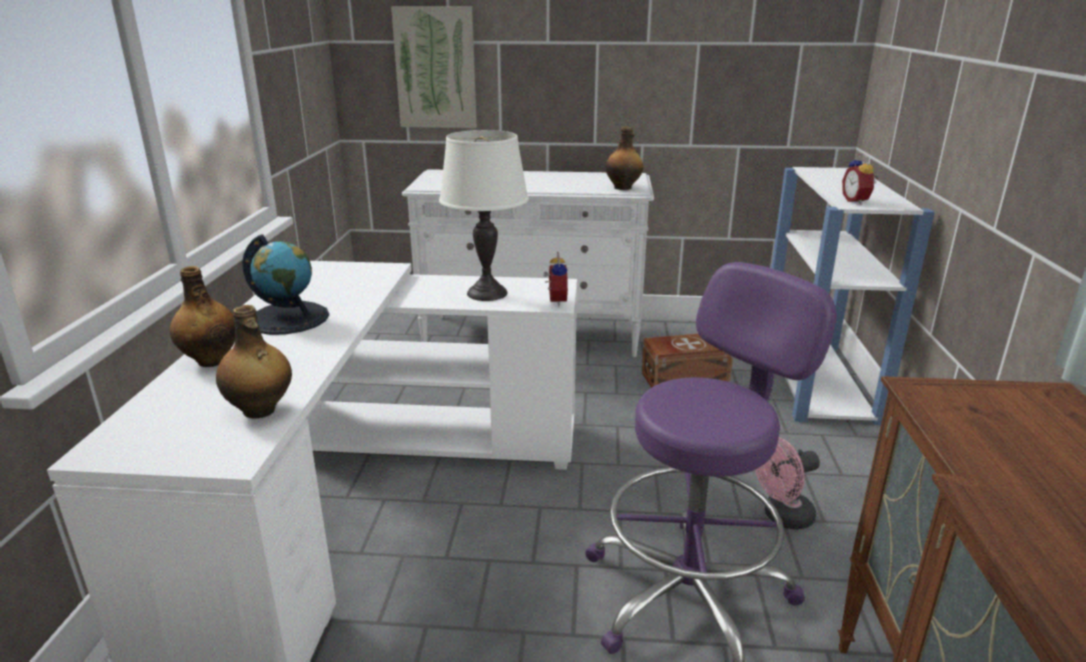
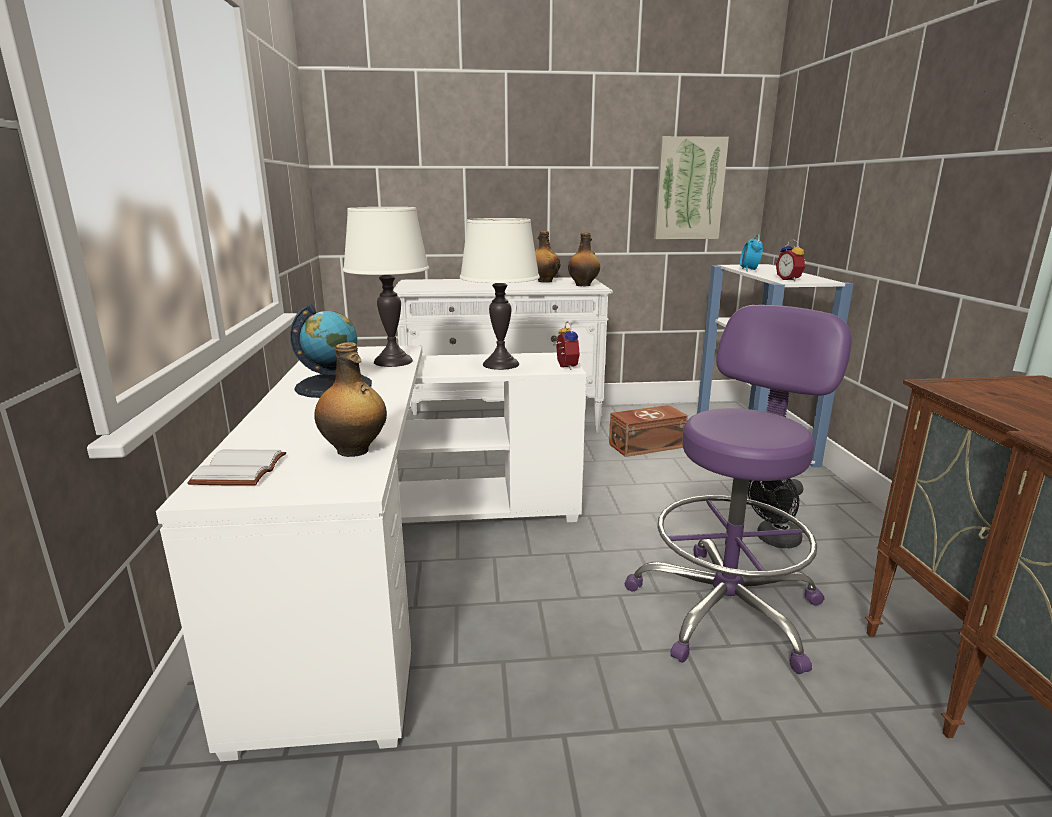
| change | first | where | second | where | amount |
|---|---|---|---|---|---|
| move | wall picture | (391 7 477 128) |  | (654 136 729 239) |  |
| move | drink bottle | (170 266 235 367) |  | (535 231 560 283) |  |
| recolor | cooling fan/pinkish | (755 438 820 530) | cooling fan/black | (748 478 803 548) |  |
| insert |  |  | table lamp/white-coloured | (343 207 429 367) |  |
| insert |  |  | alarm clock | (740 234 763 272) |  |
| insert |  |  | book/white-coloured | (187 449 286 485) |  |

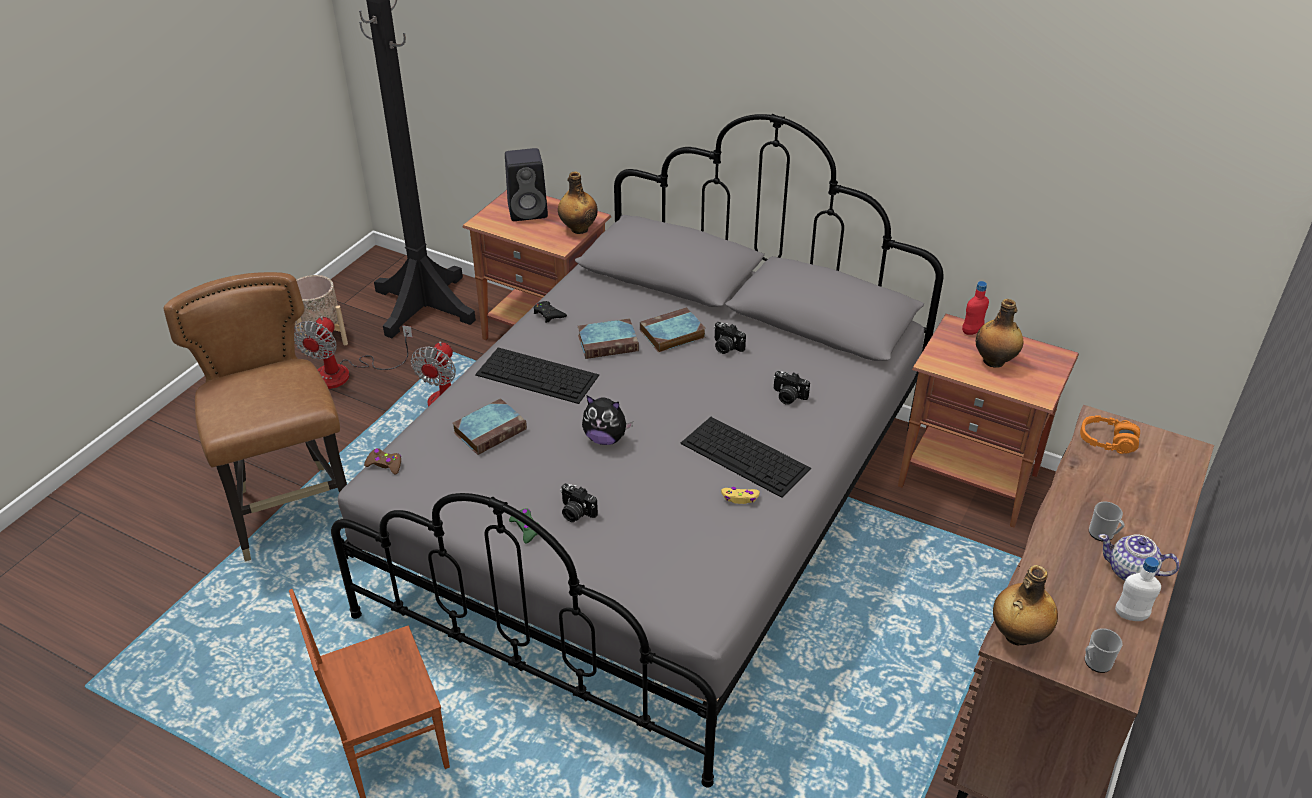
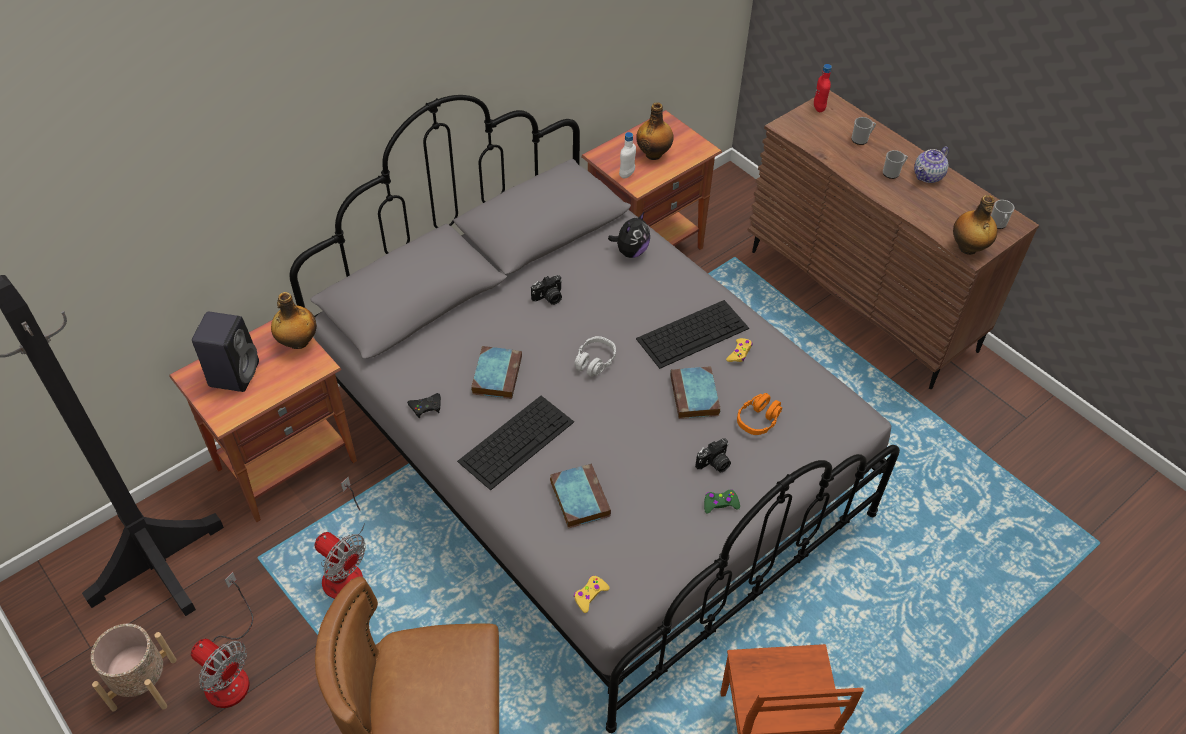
| change | first | where | second | where | amount |
|---|---|---|---|---|---|
| move | drink bottle/red | (962 281 989 335) |  | (814 64 832 112) |  |
| move | book | (640 307 706 353) |  | (670 366 720 419) |  |
| delete | still camera | (773 371 810 405) |  |  |  |
| move | soft toy | (582 396 633 445) |  | (608 212 650 258) |  |
| move | pair of headphones/orange-coloured | (1080 415 1140 454) |  | (737 393 782 435) |  |
| recolor | joypad/brownish | (364 448 402 474) | joypad/yellowish | (574 575 609 613) |  |
| move | drink bottle/white-coloured | (1115 557 1161 621) |  | (619 132 636 178) |  |
| insert |  |  | tea mug | (851 117 876 145) |  |
| insert |  |  | pair of headphones/gray | (574 336 616 377) |  |

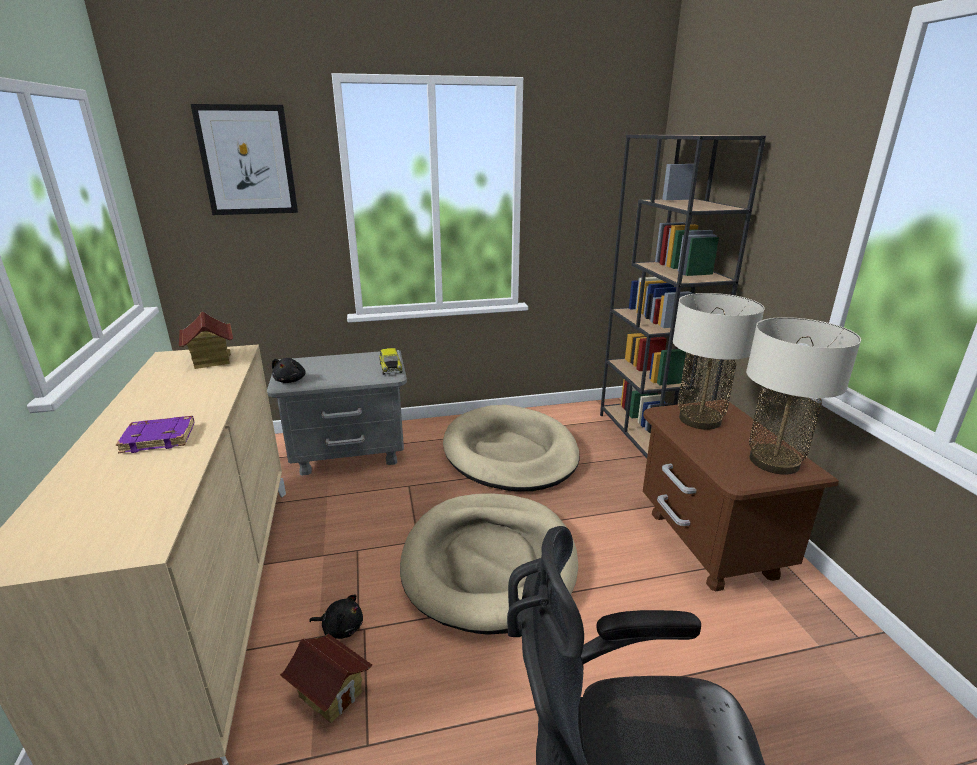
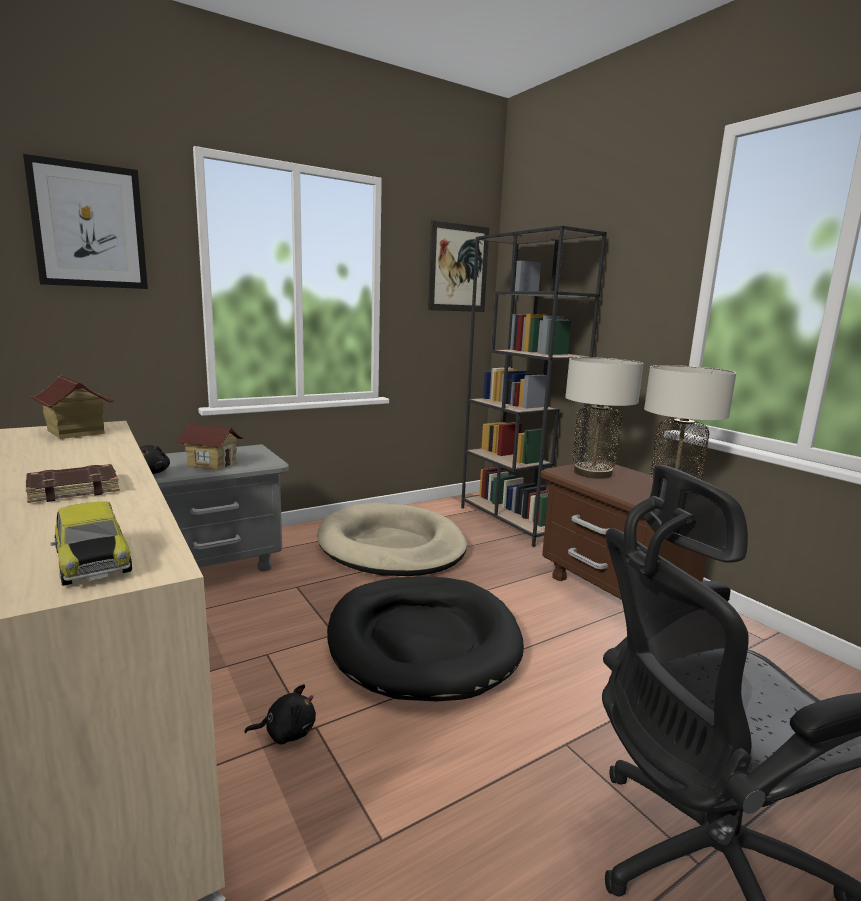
| change | first | where | second | where | amount |
|---|---|---|---|---|---|
| move | toy car | (379 348 402 375) |  | (50 501 132 586) |  |
| recolor | book/purple-coloured | (116 416 194 453) | book/brownish | (26 464 120 503) |  |
| recolor | dog bed/beige-coloured | (400 494 578 635) | dog bed/black | (327 576 524 701) |  |
| move | toy house | (280 634 372 723) |  | (177 423 245 470) |  |
| insert |  |  | wall picture | (428 220 490 312) |  |

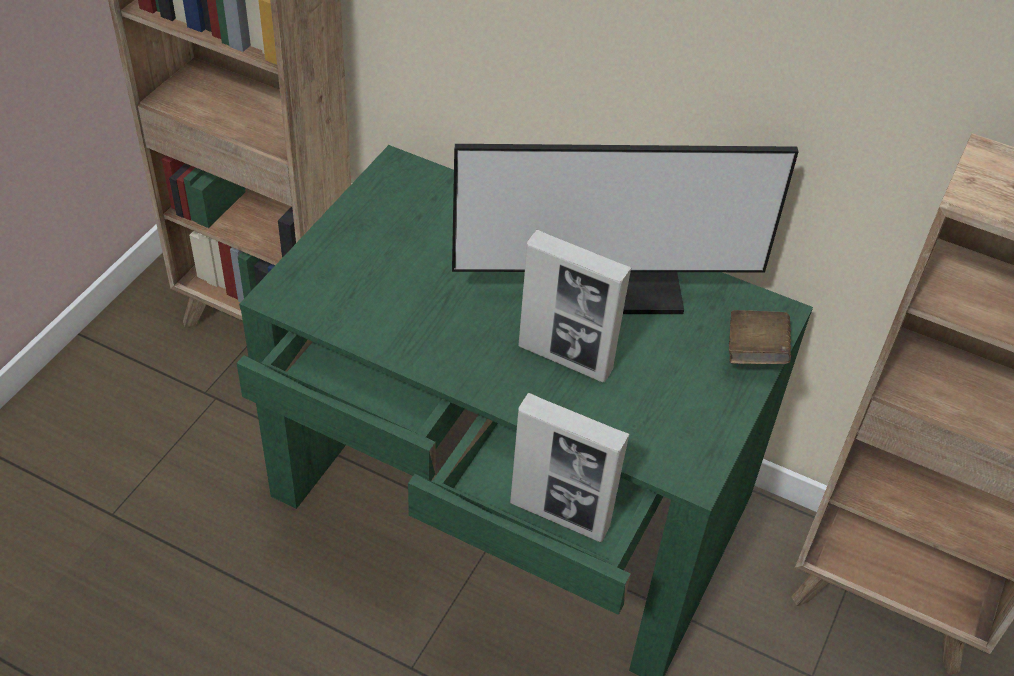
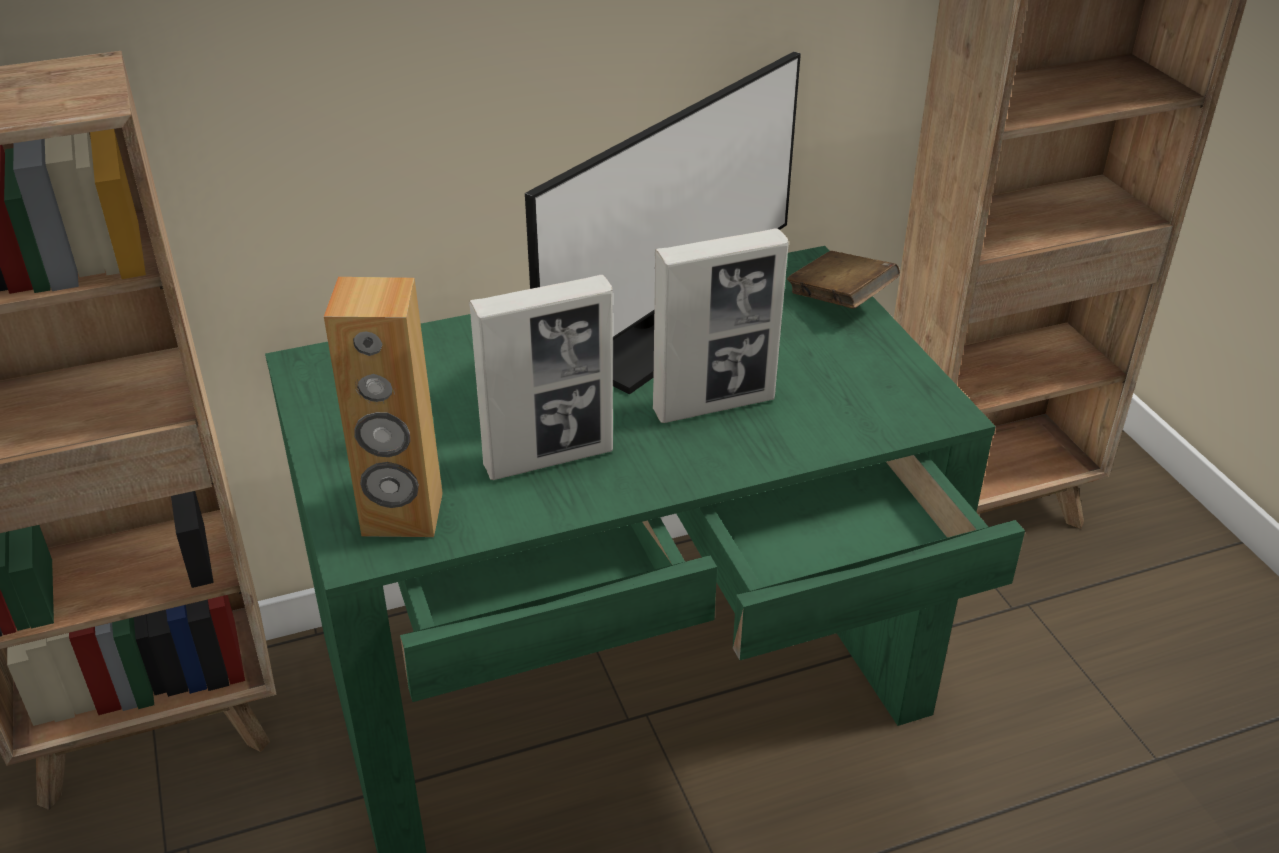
| change | first | where | second | where | amount |
|---|---|---|---|---|---|
| move | photo frame | (510 393 630 542) |  | (469 275 613 480) |  |
| insert |  |  | audio speaker/brownish | (324 277 443 537) |  |

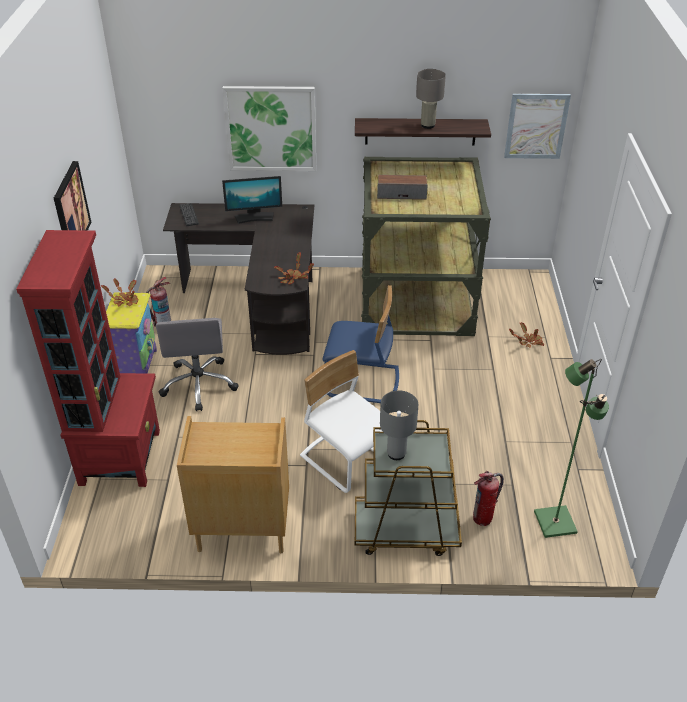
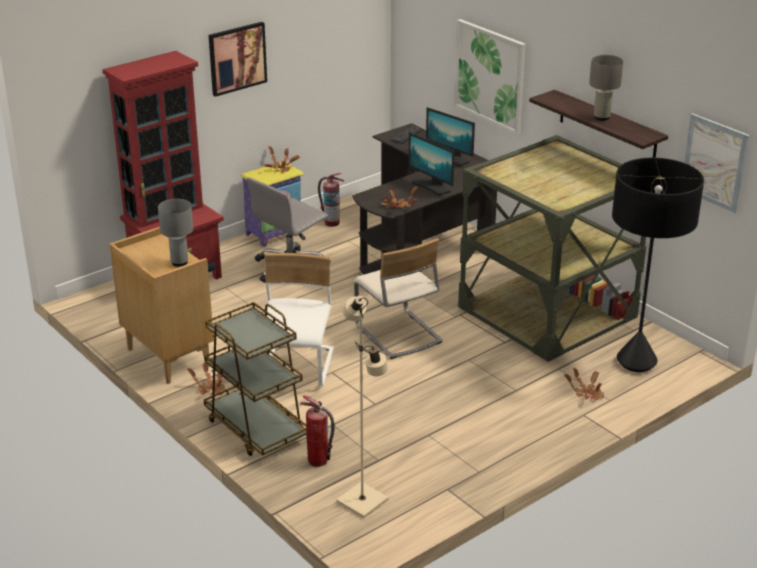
| change | first | where | second | where | amount |
|---|---|---|---|---|---|
| delete | audio speaker | (377 175 428 200) |  |  |  |
| recolor | chair/blue-coloured | (323 285 399 403) | chair/beige-coloured | (354 238 443 359) |  |
| recolor | standard lamp/green | (534 359 609 538) | standard lamp/beige-coloured | (336 296 388 518) |  |
| move | table lamp/gray | (380 390 418 460) |  | (158 199 193 267) |  |
| insert |  |  | monitor | (408 132 455 196) |  |
| insert |  |  | standard lamp/black | (612 158 704 372) |  |
| insert |  |  | potted plant | (187 363 226 394) |  |

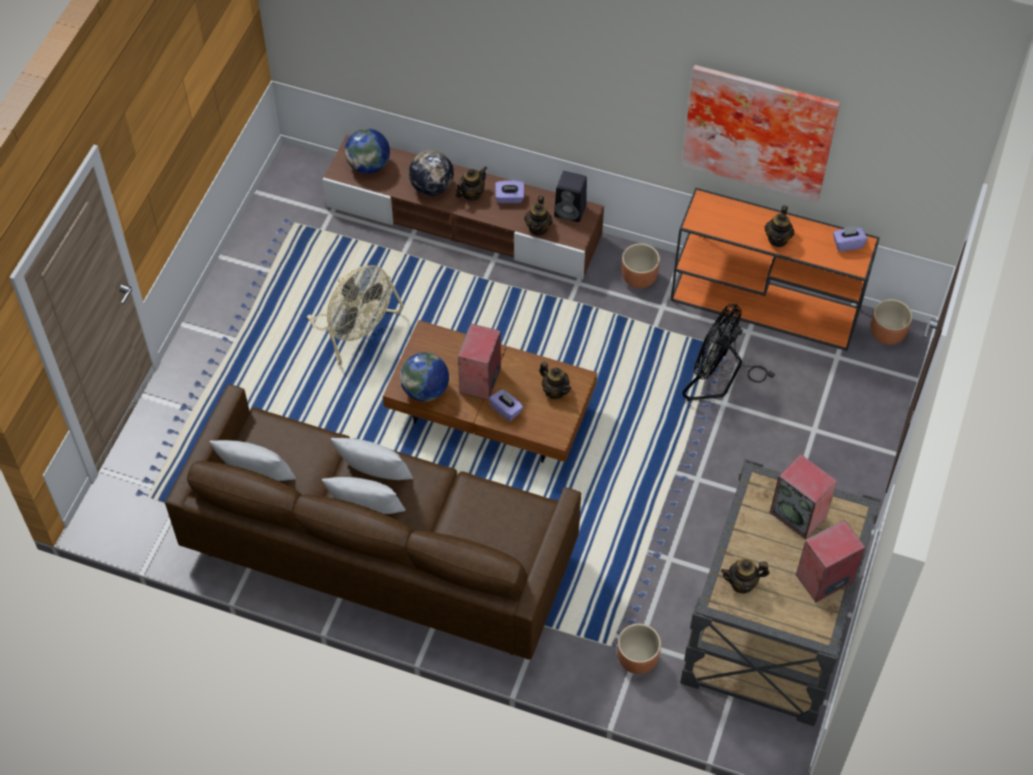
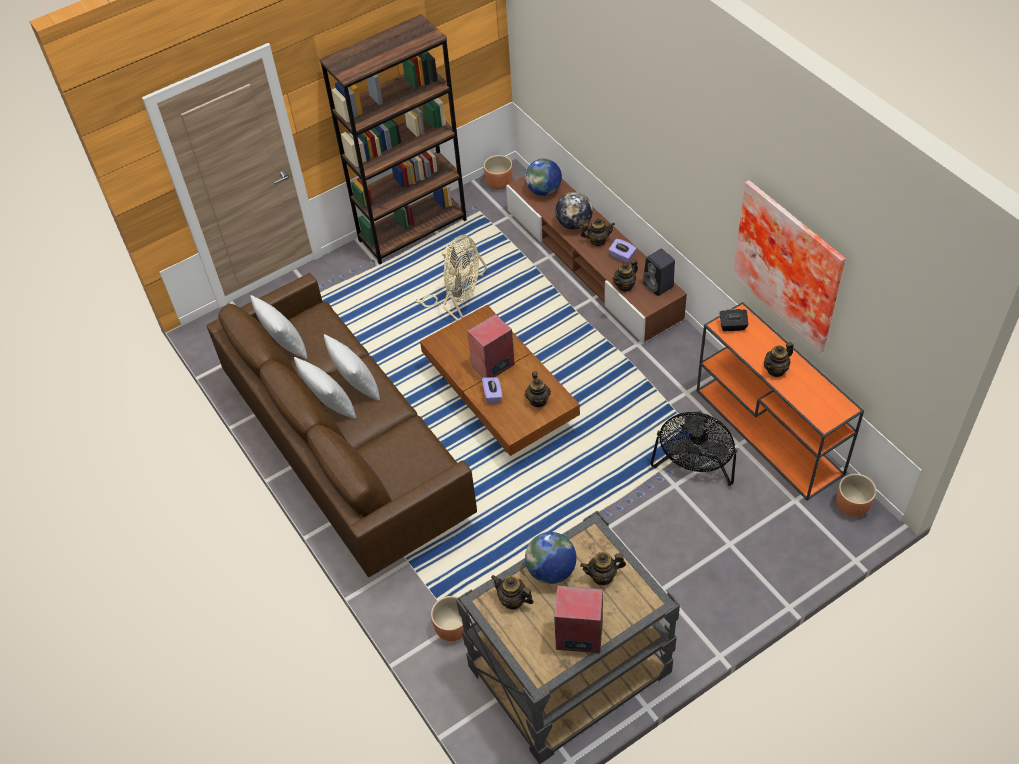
| change | first | where | second | where | amount |
|---|---|---|---|---|---|
| delete | box of tissues/purple-coloured | (833 226 868 252) |  |  |  |
| move | plant pot/brownish | (622 243 660 288) |  | (484 155 513 190) |  |
| rotate | cooling fan/beige-coloured | (307 265 404 365) |  | (415 235 487 321) | 60 degrees counterclockwise |
| rotate | cooling fan/black | (683 304 776 401) |  | (650 411 738 486) | 135 degrees counterclockwise |
| move | globe | (400 353 449 402) |  | (525 532 576 584) |  |
| replace | audio speaker | (770 454 837 539) | pot for tea | (580 552 626 585) |  |
| insert |  |  | bookshelf/brownish | (319 14 467 265) |  |
| insert |  |  | box of tissues/black | (719 309 749 331) |  |

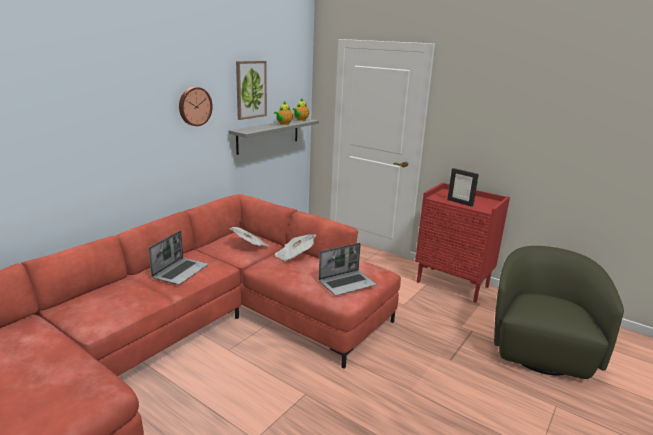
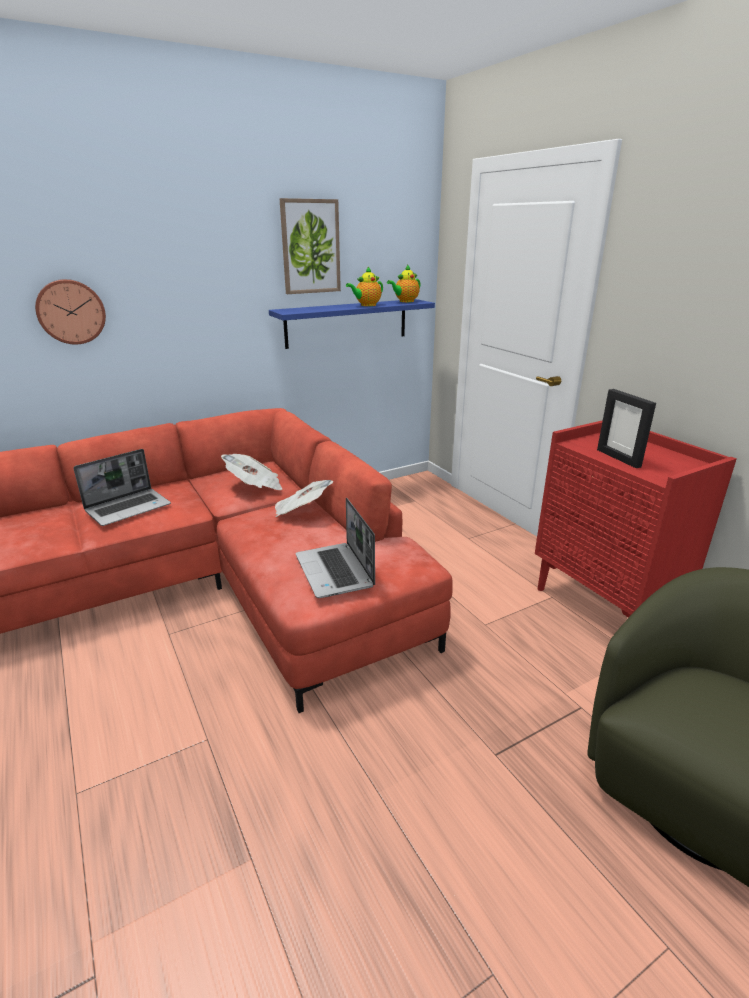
| change | first | where | second | where | amount |
|---|---|---|---|---|---|
| move | hanging clock | (179 87 213 126) |  | (35 279 106 345) |  |
| recolor | wall shelf/gray | (229 119 319 155) | wall shelf/blue-coloured | (269 299 435 349) |  |
| rotate | notebook computer | (318 243 376 296) |  | (296 497 375 598) | 75 degrees clockwise |

